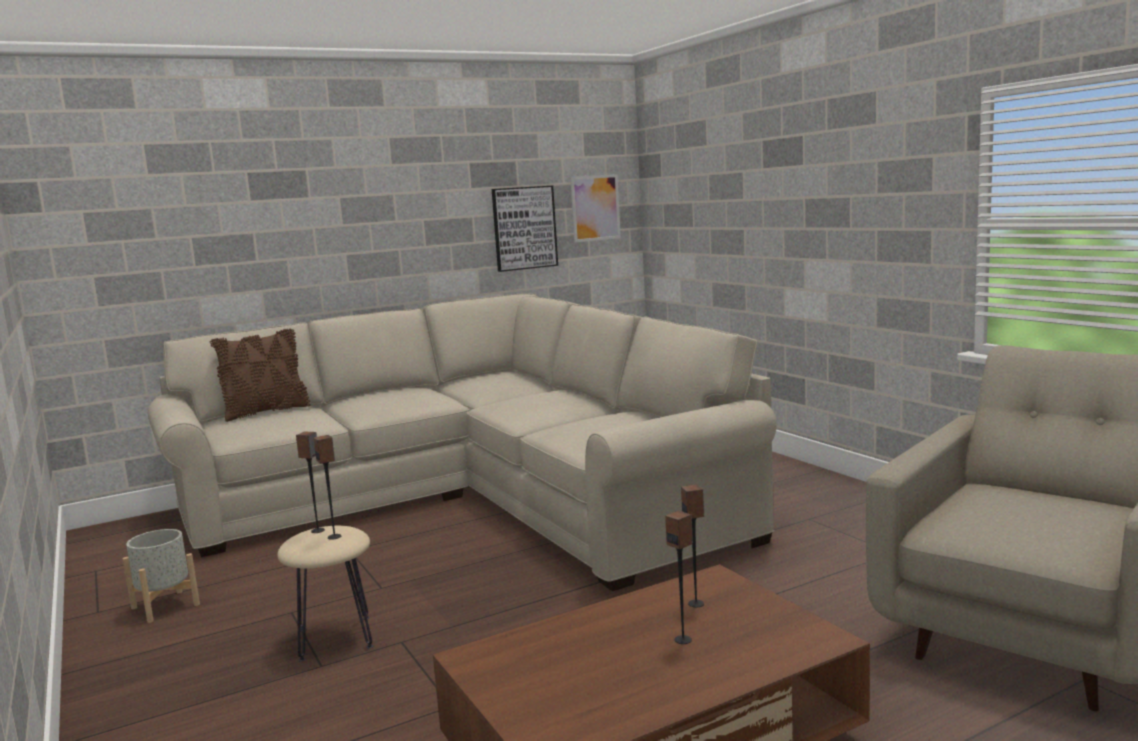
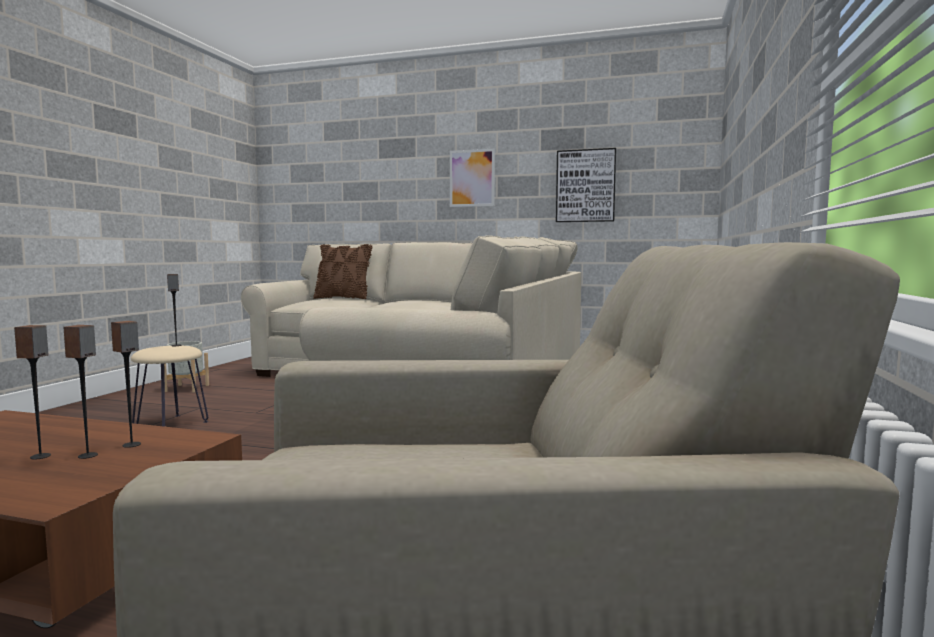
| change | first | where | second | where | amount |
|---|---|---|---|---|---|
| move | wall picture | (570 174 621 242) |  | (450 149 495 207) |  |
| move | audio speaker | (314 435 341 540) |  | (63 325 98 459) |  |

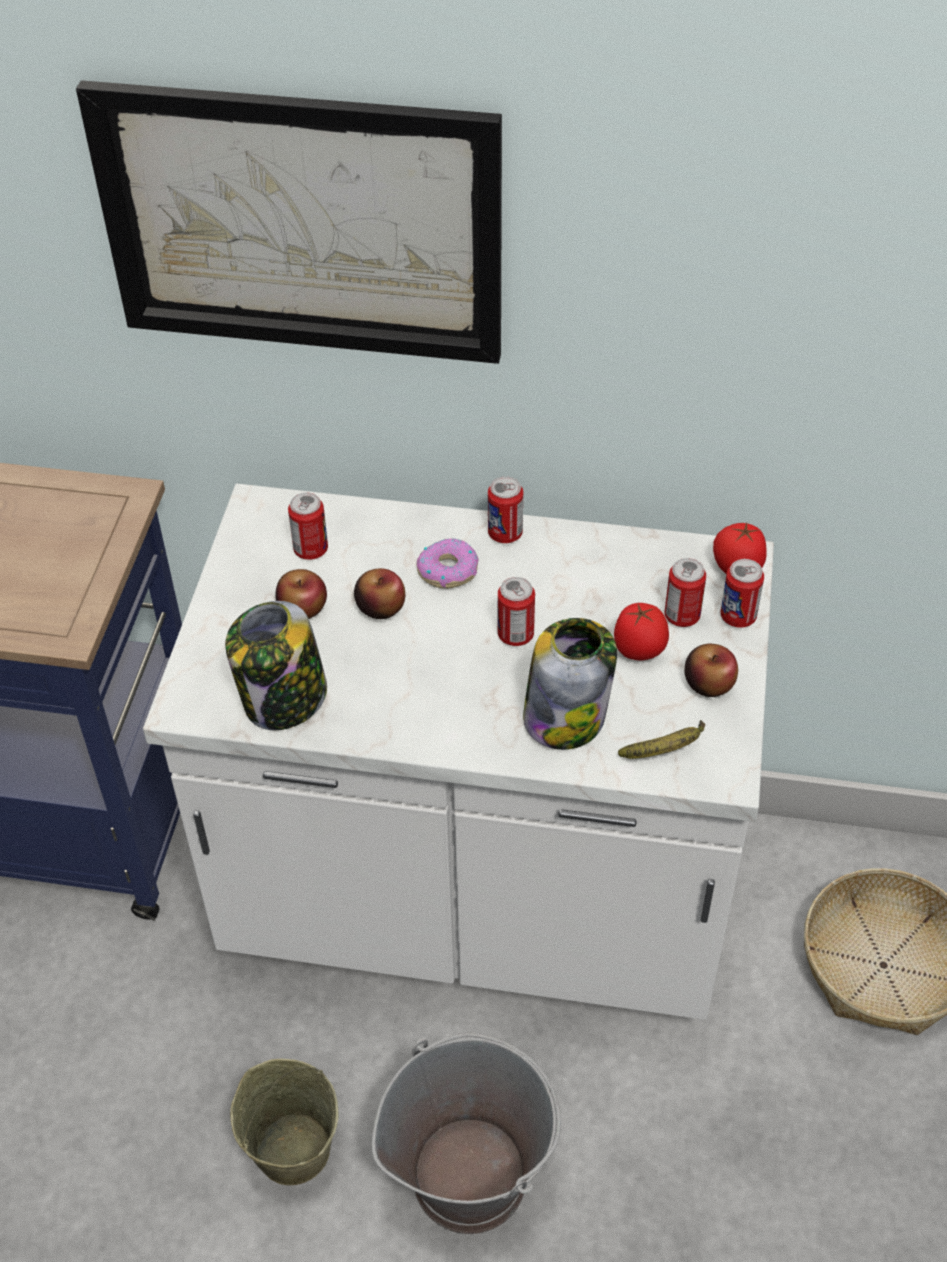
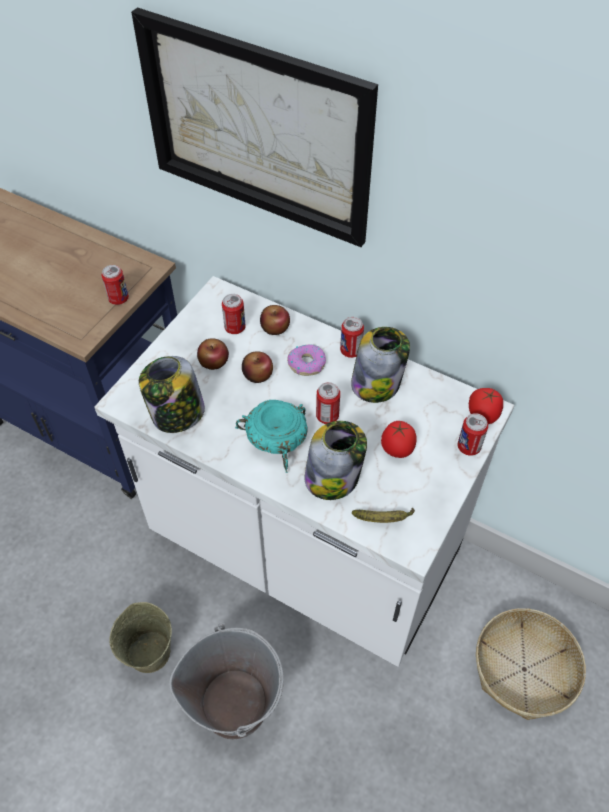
| change | first | where | second | where | amount |
|---|---|---|---|---|---|
| move | sealed can | (665 558 706 627) |  | (101 265 129 305) |  |
| move | whole apple | (685 643 738 697) |  | (260 305 290 335) |  |
| insert |  |  | preserve jar | (351 327 410 403) |  |
| insert |  |  | serving bowl/turquoise | (235 400 308 473) |  |

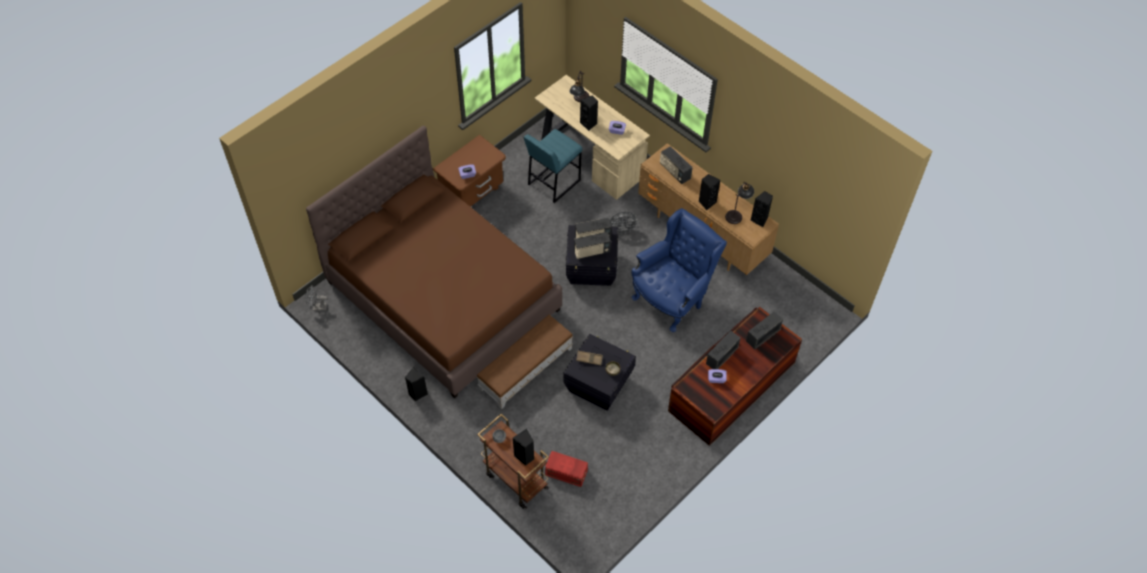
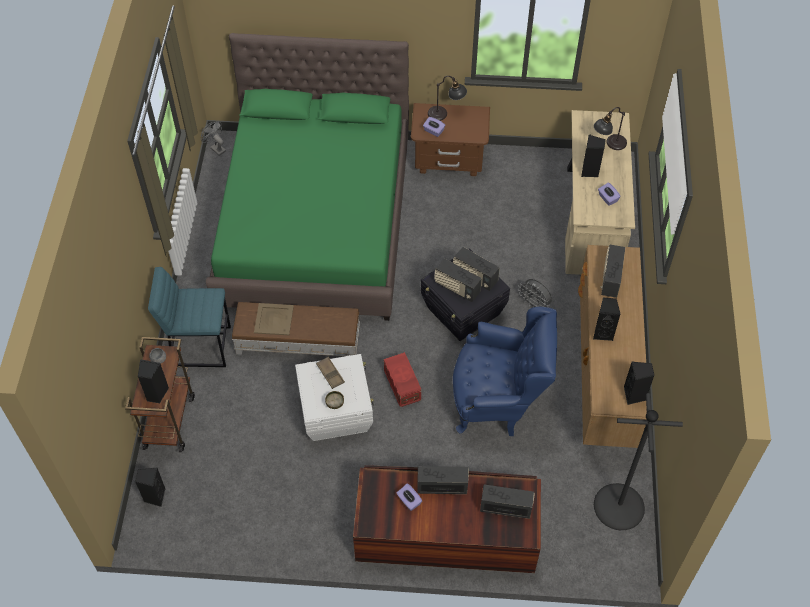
| change | first | where | second | where | amount |
|---|---|---|---|---|---|
| recolor | bedroom bed/brownish | (306 126 562 398) | bedroom bed/green | (206 33 409 321) |  |
| move | stool seat/blue-coloured | (523 129 582 203) |  | (148 267 231 367) |  |
| move | table lamp/gray | (725 182 754 224) |  | (428 76 467 121) |  |
| recolor | storage box/black | (563 334 636 411) | storage box/white-coloured | (295 354 374 441) |  |
| move | audio speaker/black | (405 367 428 401) |  | (135 468 165 507) |  |
| move | storage box/red | (545 451 588 487) |  | (384 352 421 407) |  |
| insert |  |  | tray/beige-coloured | (254 303 294 335) |  |
| insert |  |  | garment stand/black | (594 393 683 530) |  |

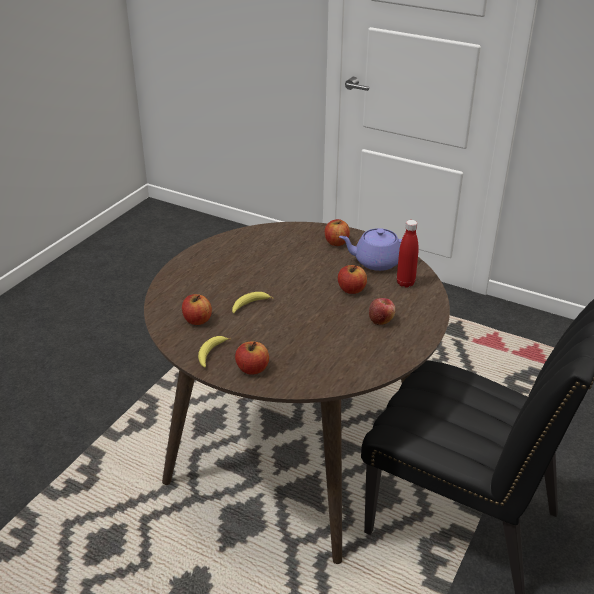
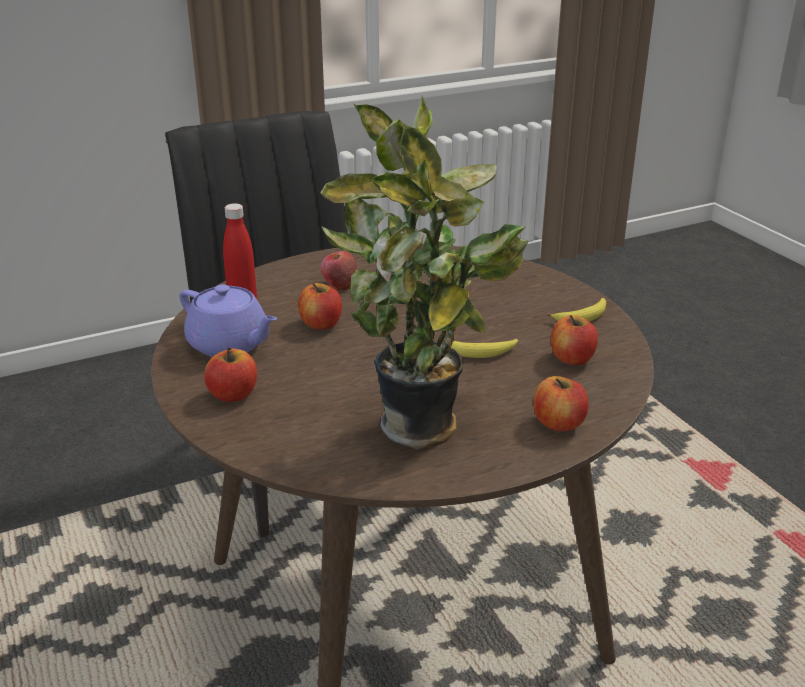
| change | first | where | second | where | amount |
|---|---|---|---|---|---|
| move | whole apple | (235 341 269 375) |  | (533 376 589 431) |  |
| insert |  |  | potted plant | (320 96 529 449) |  |

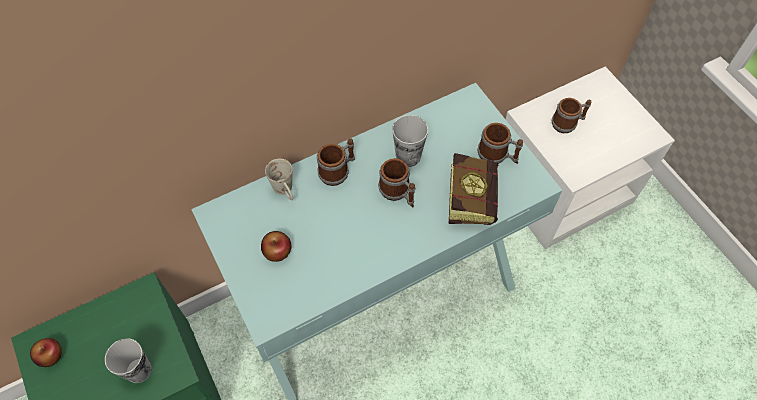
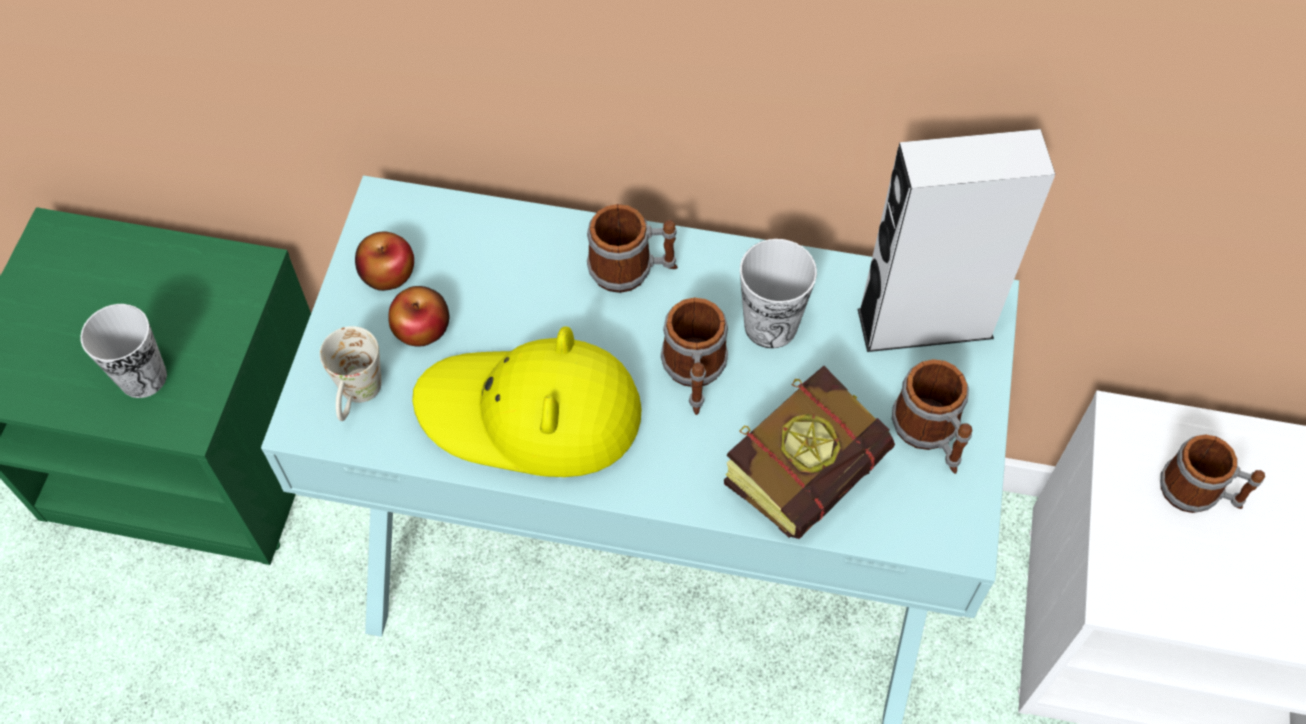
| change | first | where | second | where | amount |
|---|---|---|---|---|---|
| move | tea mug/white-coloured | (265 159 293 200) |  | (320 326 382 421) |  |
| move | whole apple | (30 338 62 367) |  | (355 231 414 291) |  |
| insert |  |  | audio speaker/gray | (858 129 1056 352) |  |
| insert |  |  | clothing hat/yellowish | (412 326 642 477) |  |

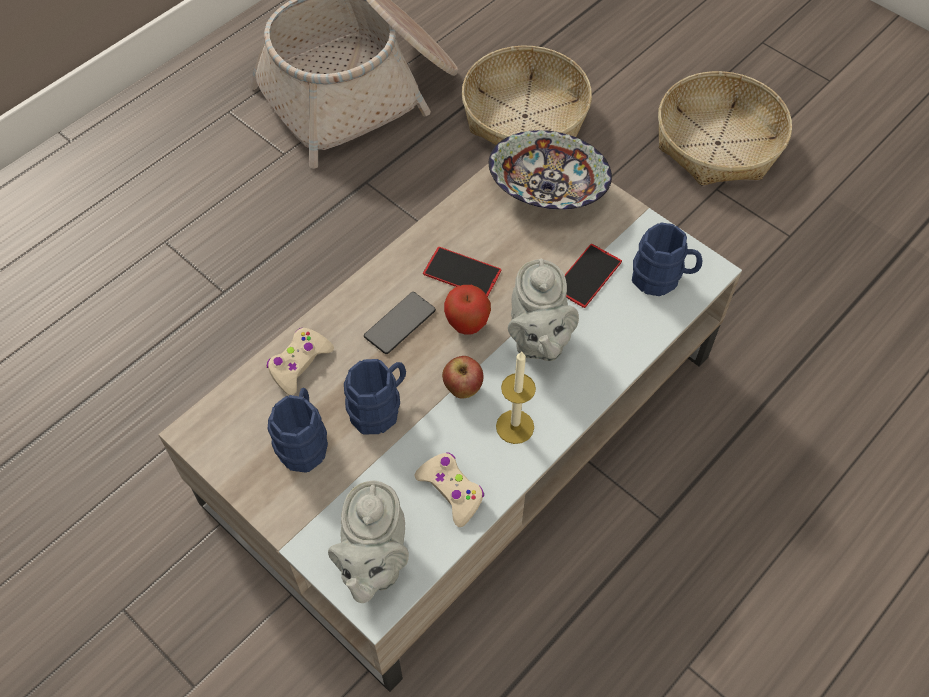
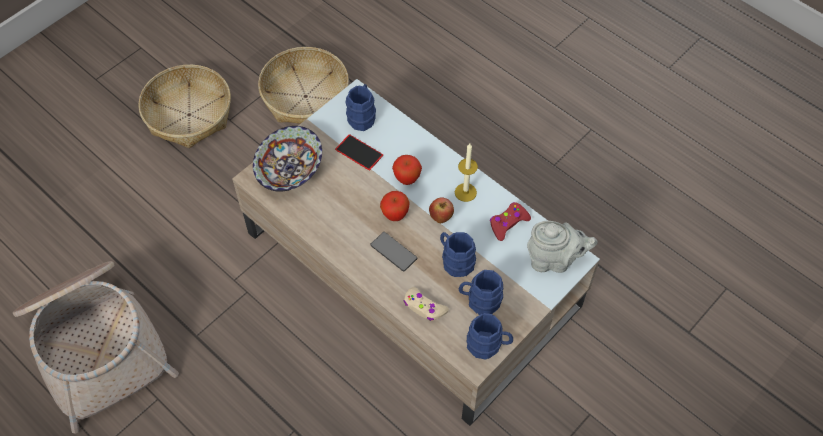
| change | first | where | second | where | amount |
|---|---|---|---|---|---|
| move | storage basket | (461 45 592 145) |  | (258 47 349 124) |  |
| delete | phone | (423 247 502 297) |  |  |  |
| replace | pot for tea/gray | (508 259 579 361) | whole apple | (392 155 422 185) |  |
| recolor | joypad/beige-coloured | (415 452 484 527) | joypad/red | (490 202 531 241) |  |
| insert |  |  | tea mug/blue-coloured | (467 313 513 360) |  |

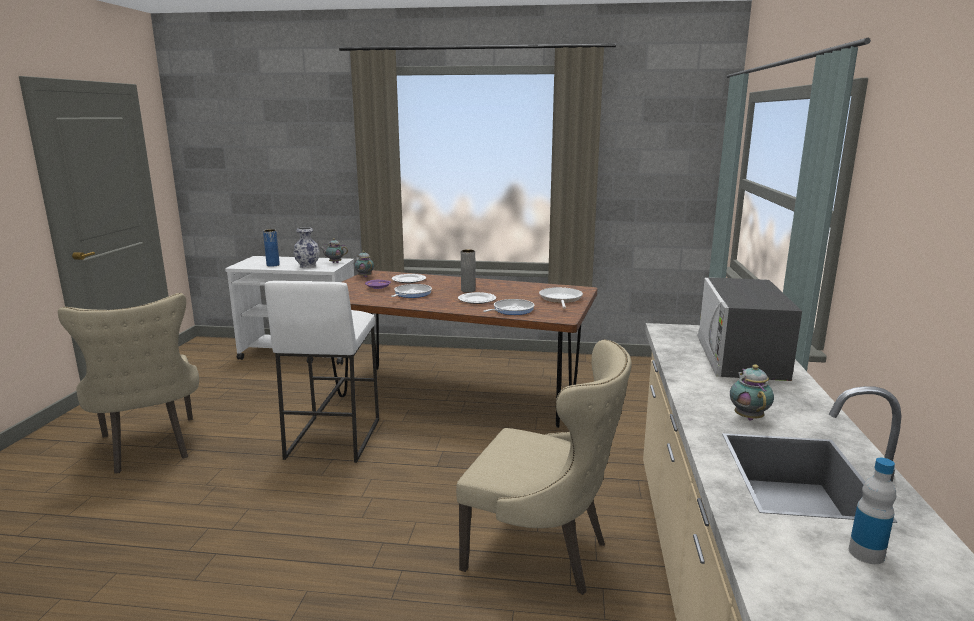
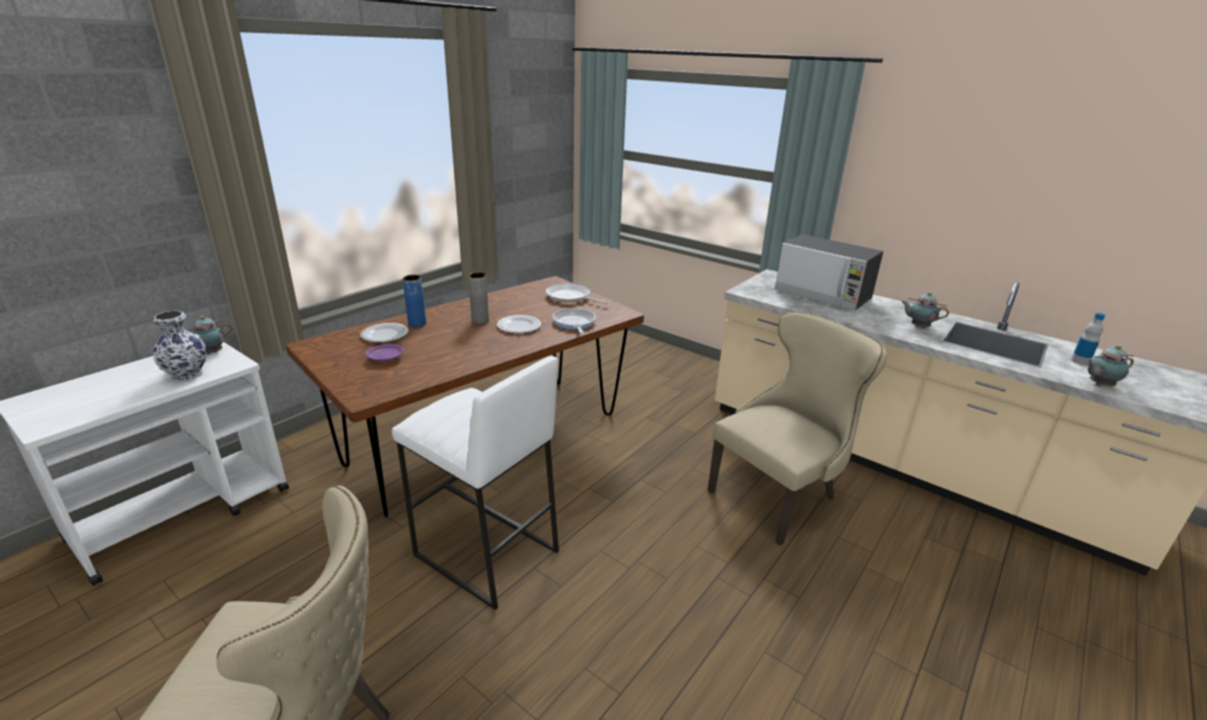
| change | first | where | second | where | amount |
|---|---|---|---|---|---|
| move | vase/blue-coloured | (263 229 280 267) |  | (402 275 426 327) |  |
| move | pot for tea | (355 251 374 278) |  | (1086 345 1134 386) |  |
| delete | skillet | (391 284 432 298) |  |  |  |

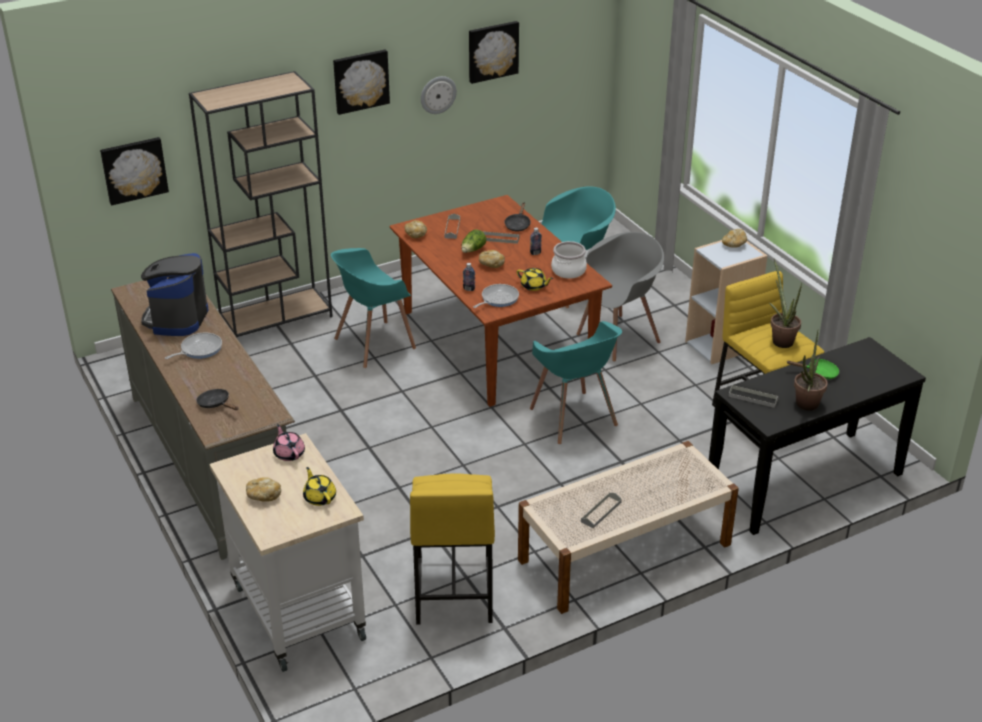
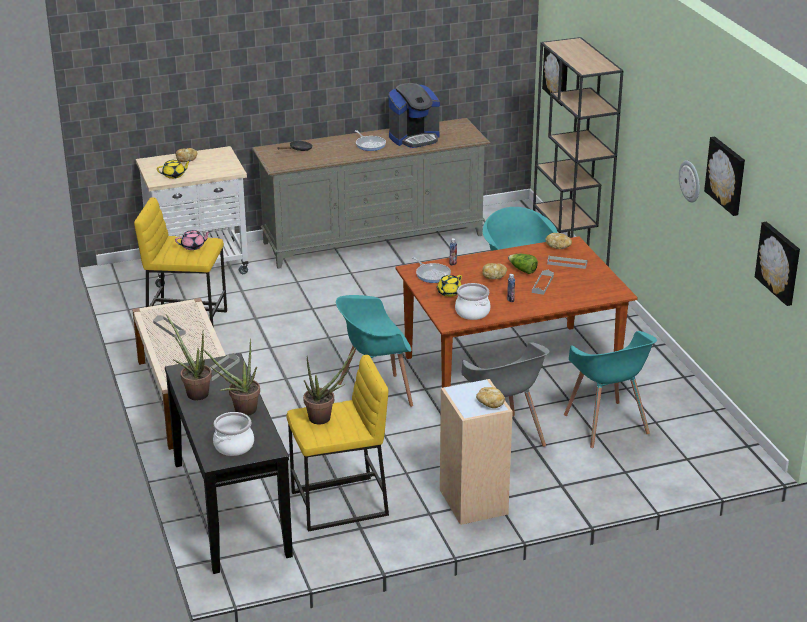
| change | first | where | second | where | amount |
|---|---|---|---|---|---|
| move | wall picture | (333 50 390 115) |  | (755 222 800 306) |  |
| delete | skillet/black | (504 202 531 231) |  |  |  |
| rotate | coffee maker | (141 253 209 336) |  | (389 83 440 148) | 135 degrees clockwise |
| replace | skillet/green | (786 359 840 379) | potted plant | (204 339 260 416) |  |
| move | pot for tea/pinkish | (273 424 305 461) |  | (175 230 211 250) |  |
| insert |  |  | cooking pot | (213 412 254 456) |  |

